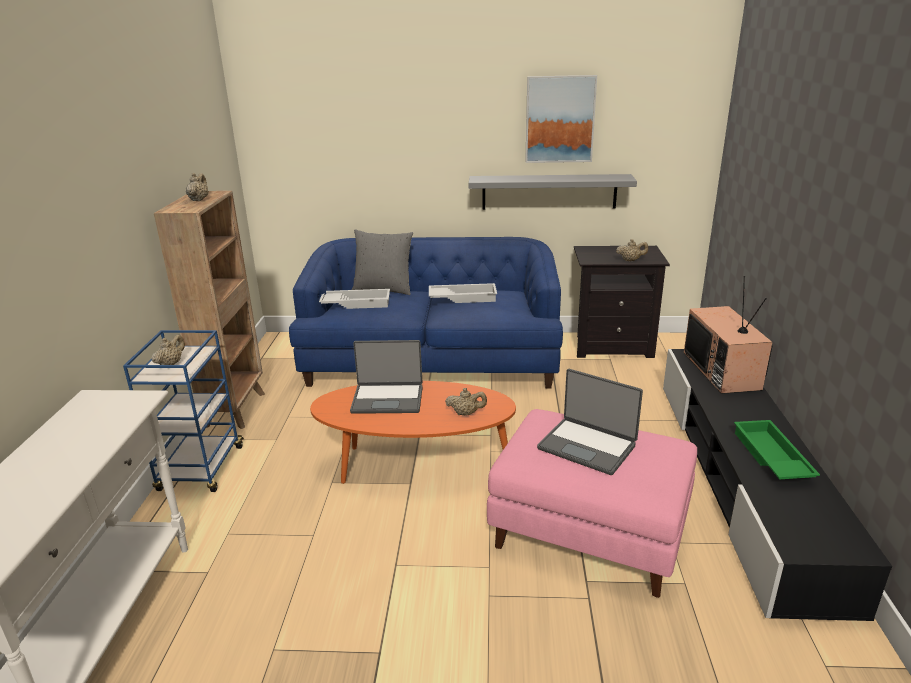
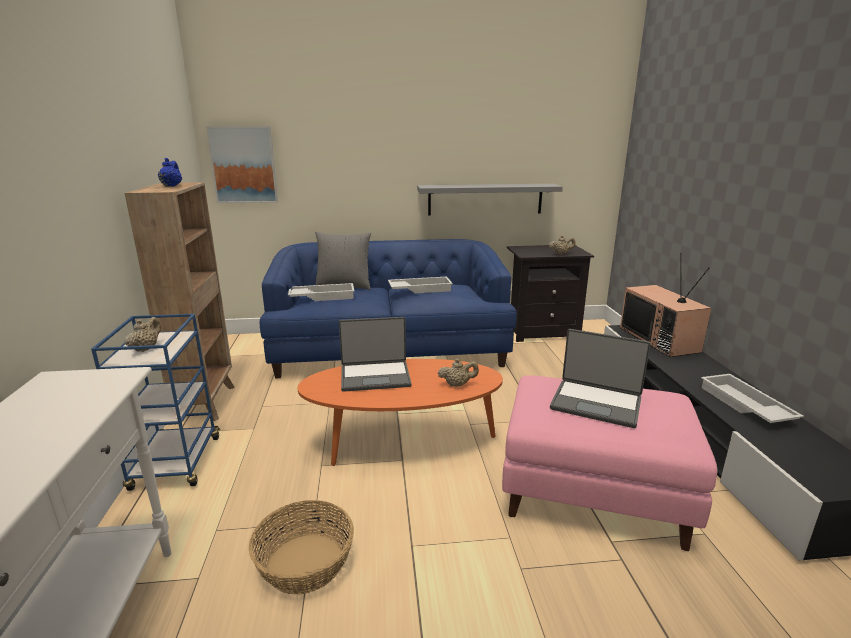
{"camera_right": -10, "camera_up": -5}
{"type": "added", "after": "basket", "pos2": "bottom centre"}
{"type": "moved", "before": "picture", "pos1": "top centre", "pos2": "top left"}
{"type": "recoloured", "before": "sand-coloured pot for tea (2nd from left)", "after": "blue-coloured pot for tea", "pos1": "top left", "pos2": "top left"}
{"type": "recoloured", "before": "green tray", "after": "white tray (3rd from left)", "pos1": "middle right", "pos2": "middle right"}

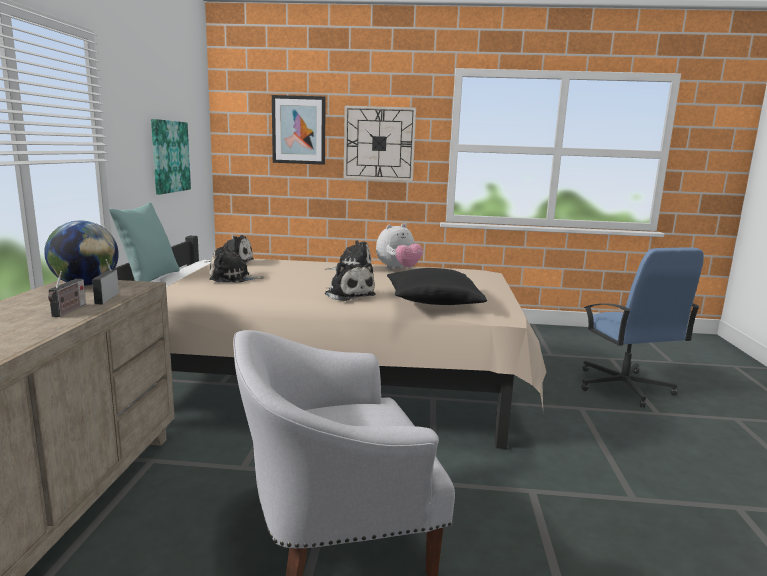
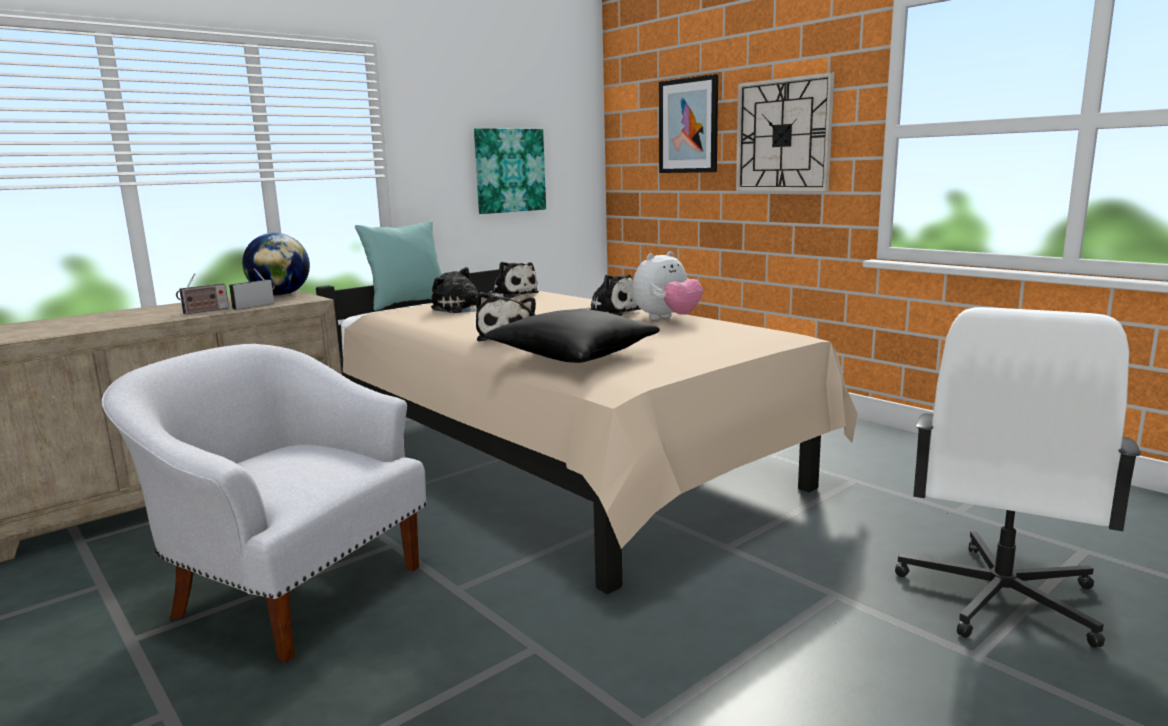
{"camera_right": 45, "camera_up": 0}
{"type": "recoloured", "before": "blue-coloured computer chair", "after": "white computer chair", "pos1": "middle right", "pos2": "middle right"}
{"type": "turned", "before": "soft toy (5th from left)", "pos1": "centre", "pos2": "centre", "turn": -45}

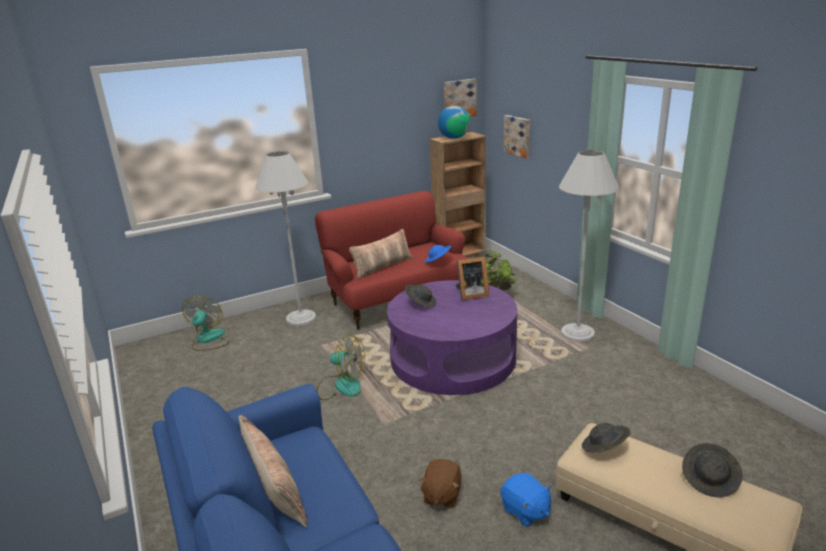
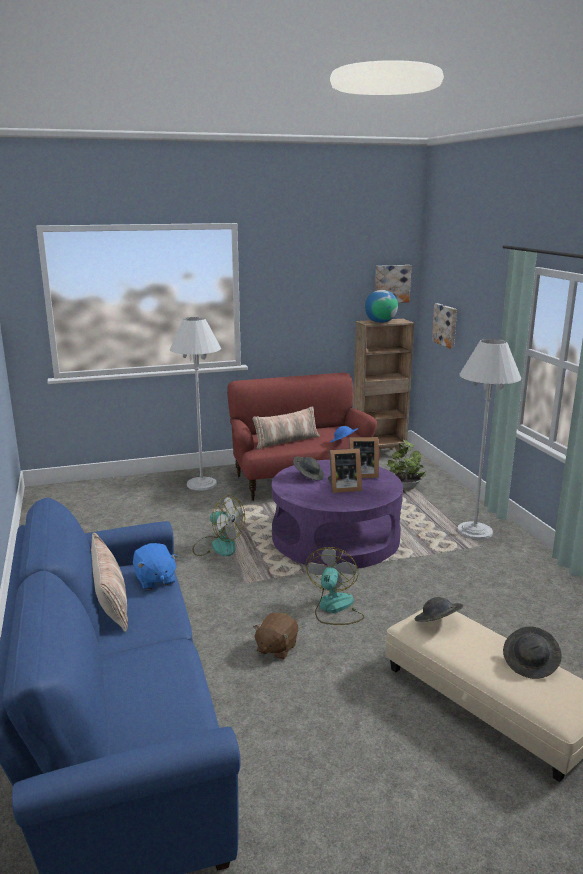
{"camera_right": 10, "camera_up": -5}
{"type": "added", "after": "picture frame (1st from left)", "pos2": "centre"}
{"type": "moved", "before": "electric fan (1st from left in the first image)", "after": "electric fan (2nd from left)", "pos1": "middle left", "pos2": "bottom centre"}
{"type": "moved", "before": "blue-coloured soft toy", "pos1": "bottom centre", "pos2": "middle left"}

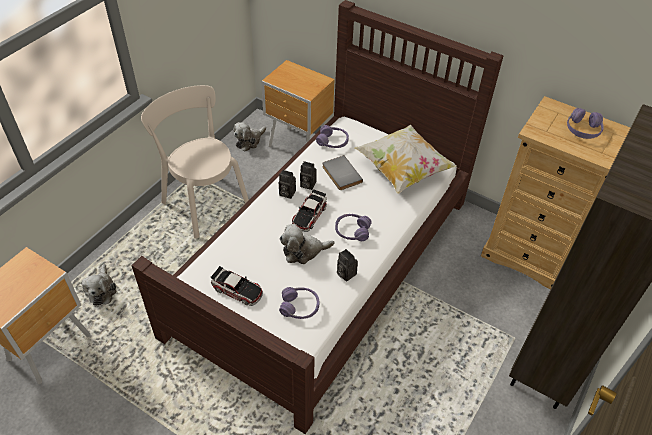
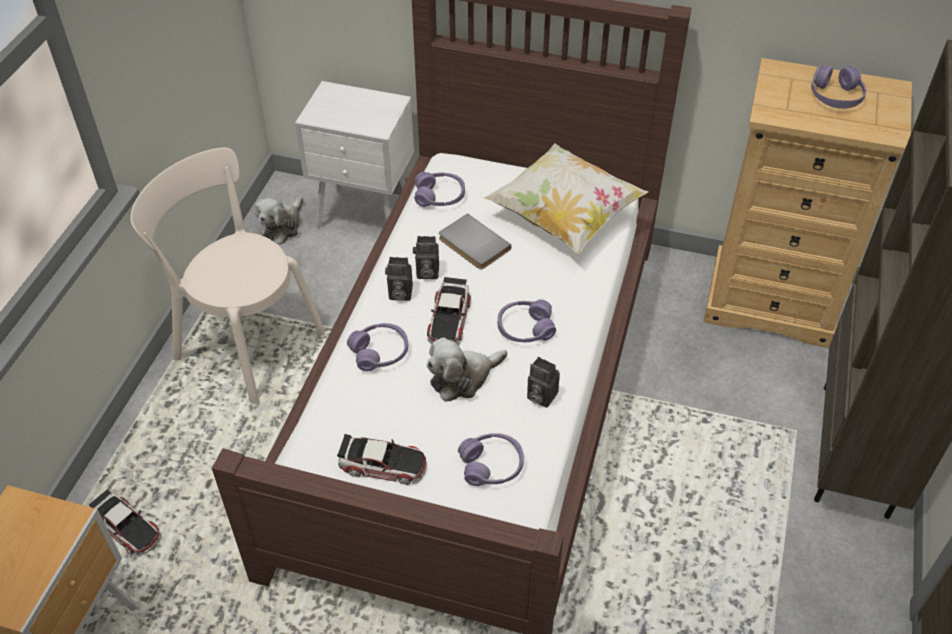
{"camera_right": -15, "camera_up": 0}
{"type": "added", "after": "purple-coloured headset (1st from left)", "pos2": "centre"}
{"type": "replaced", "before": "soft toy (1st from left)", "after": "miniature car (1st from left)", "pos1": "middle left", "pos2": "bottom left"}
{"type": "recoloured", "before": "brownish night table (2nd from left)", "after": "white night table", "pos1": "top centre", "pos2": "top centre"}

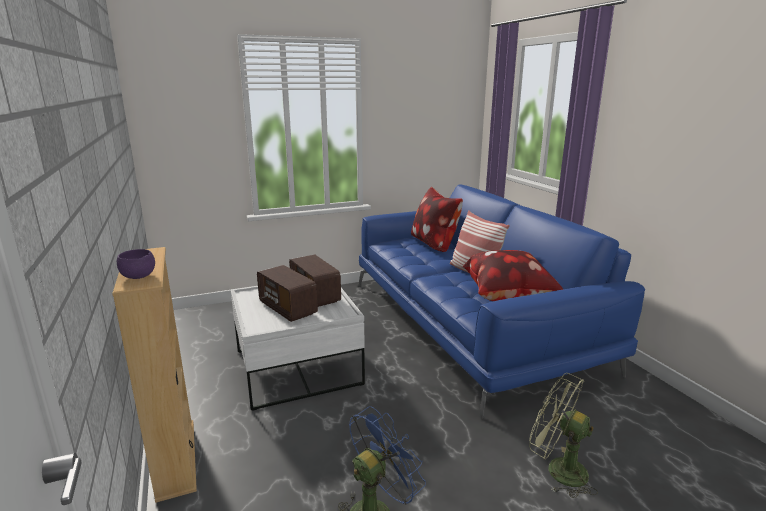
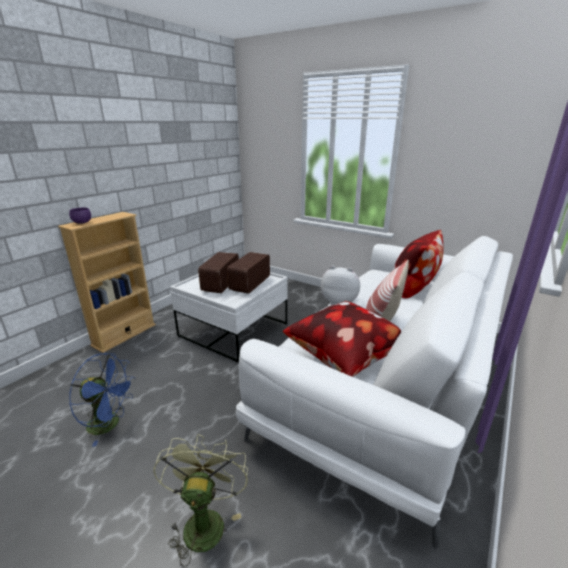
{"camera_right": 55, "camera_up": 5}
{"type": "added", "after": "soft toy", "pos2": "centre"}
{"type": "recoloured", "before": "blue-coloured couch", "after": "white couch", "pos1": "centre", "pos2": "bottom centre"}

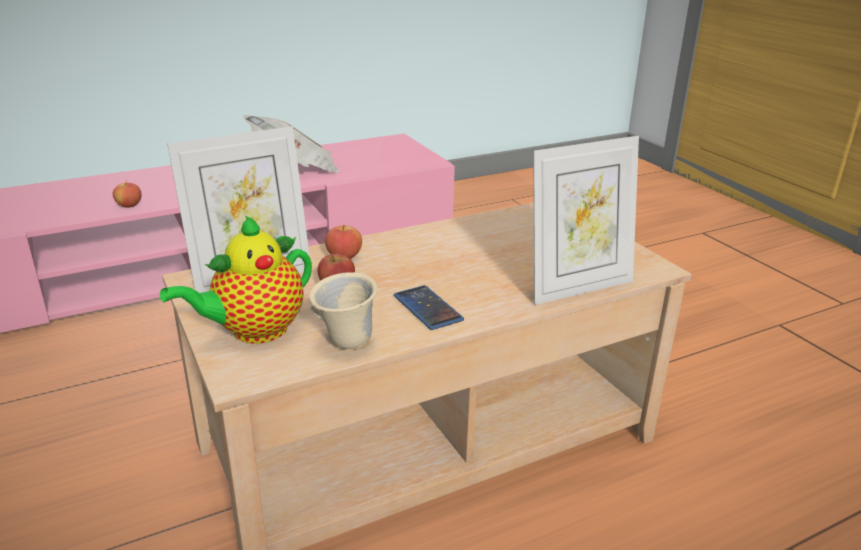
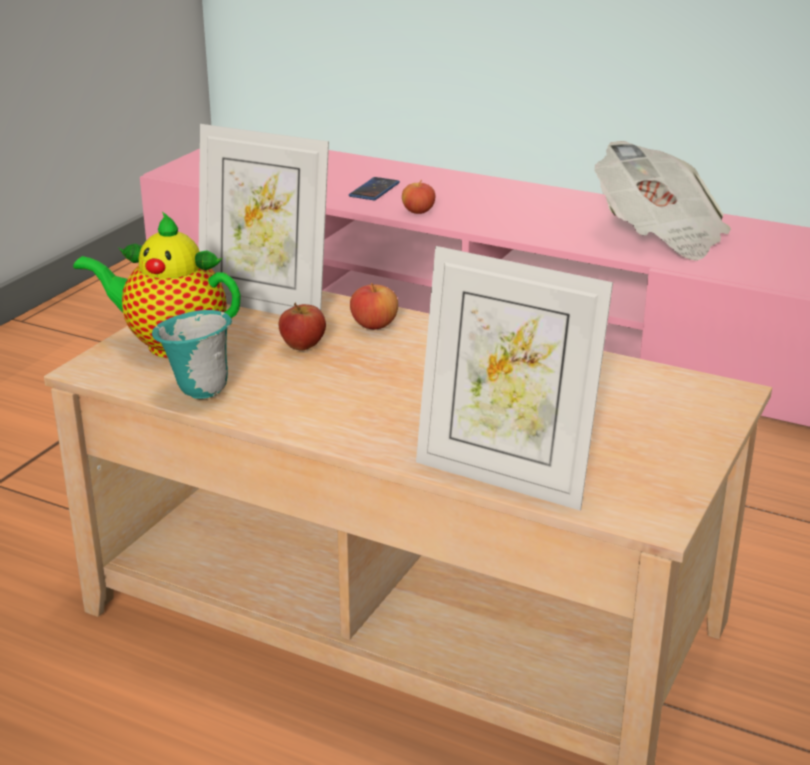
{"camera_right": 55, "camera_up": 0}
{"type": "moved", "before": "handset", "pos1": "centre", "pos2": "top centre"}
{"type": "recoloured", "before": "sand-coloured coffee mug", "after": "turquoise coffee mug", "pos1": "centre", "pos2": "middle left"}

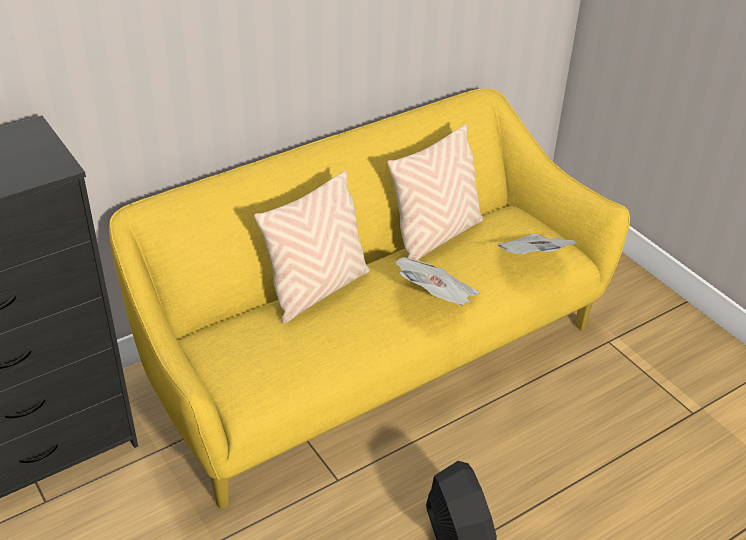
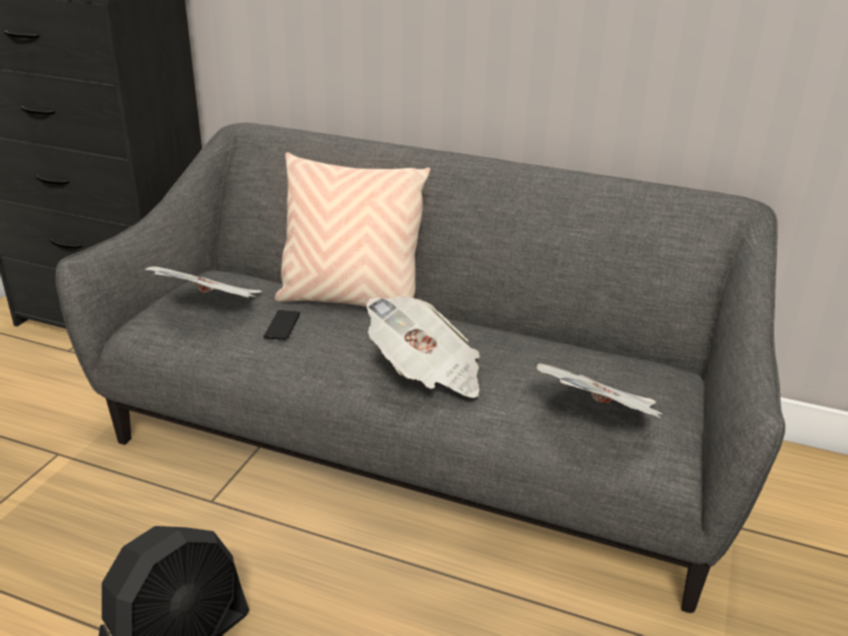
{"camera_right": 55, "camera_up": -10}
{"type": "removed", "before": "sand-coloured throw pillow (2nd from left)", "pos1": "centre"}
{"type": "added", "after": "printed paper (1st from left)", "pos2": "middle left"}
{"type": "added", "after": "handset", "pos2": "middle left"}
{"type": "recoloured", "before": "yellow-coloured couch", "after": "greyish couch", "pos1": "centre", "pos2": "centre"}

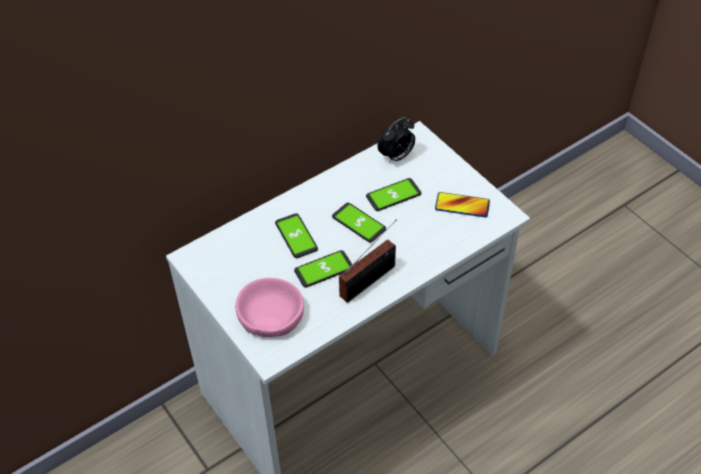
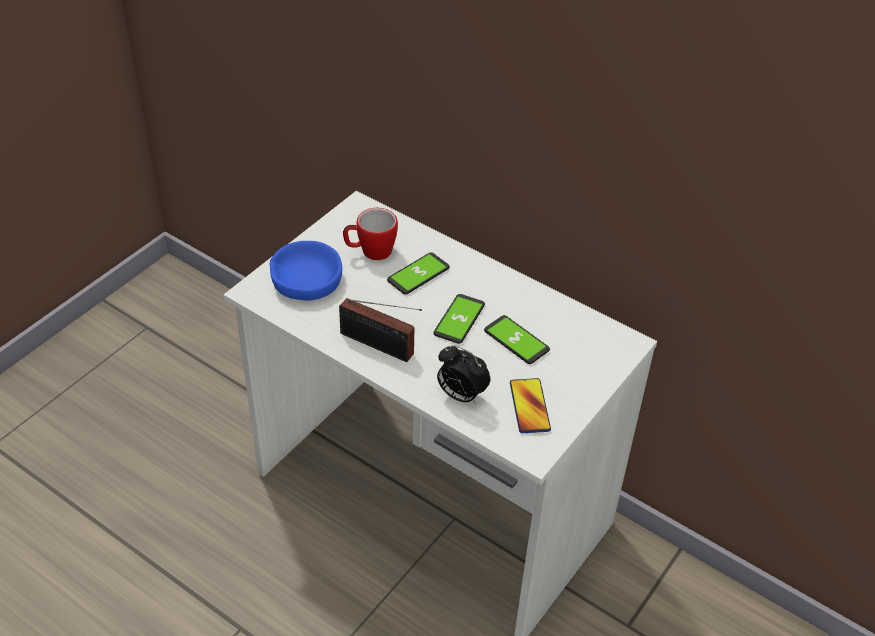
{"camera_right": 70, "camera_up": -5}
{"type": "removed", "before": "handset (2nd from left)", "pos1": "centre"}
{"type": "added", "after": "coffee mug", "pos2": "centre"}
{"type": "moved", "before": "table clock", "pos1": "top centre", "pos2": "centre"}
{"type": "recoloured", "before": "pinkish serving bowl", "after": "blue-coloured serving bowl", "pos1": "centre", "pos2": "centre"}

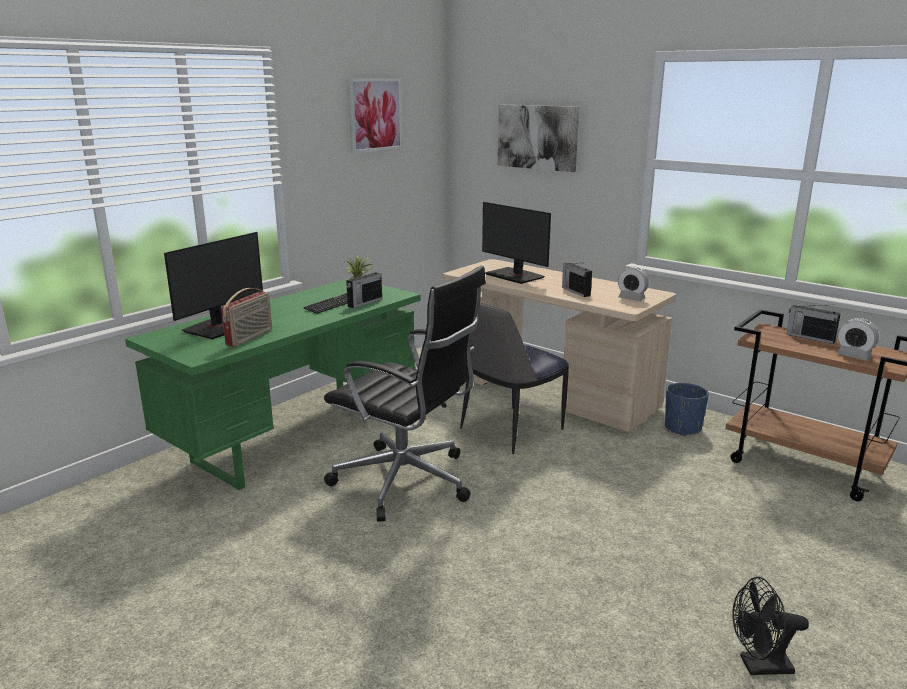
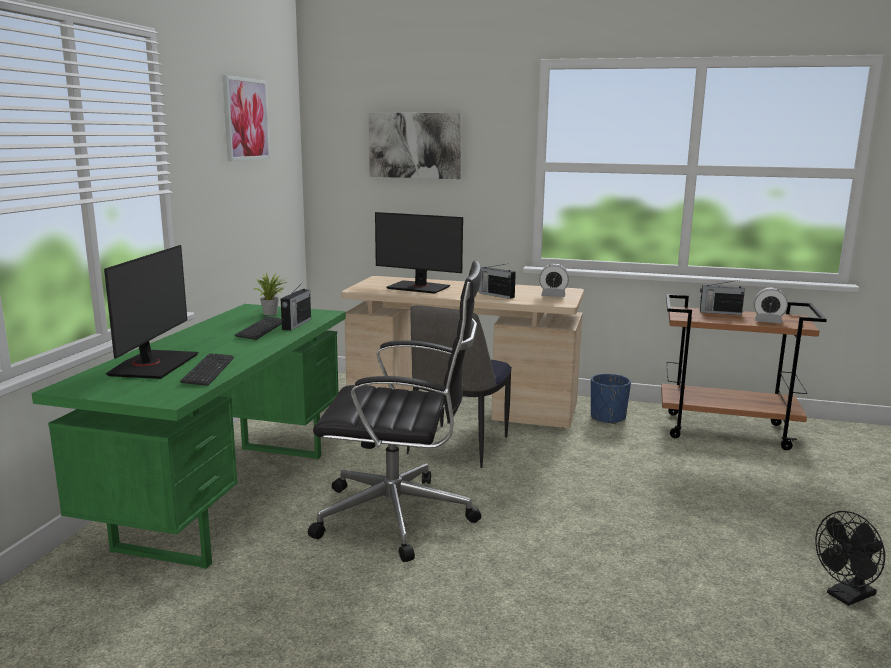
{"camera_right": -25, "camera_up": -5}
{"type": "replaced", "before": "radio set (1st from left)", "after": "computer keyboard (1st from left)", "pos1": "middle left", "pos2": "middle left"}

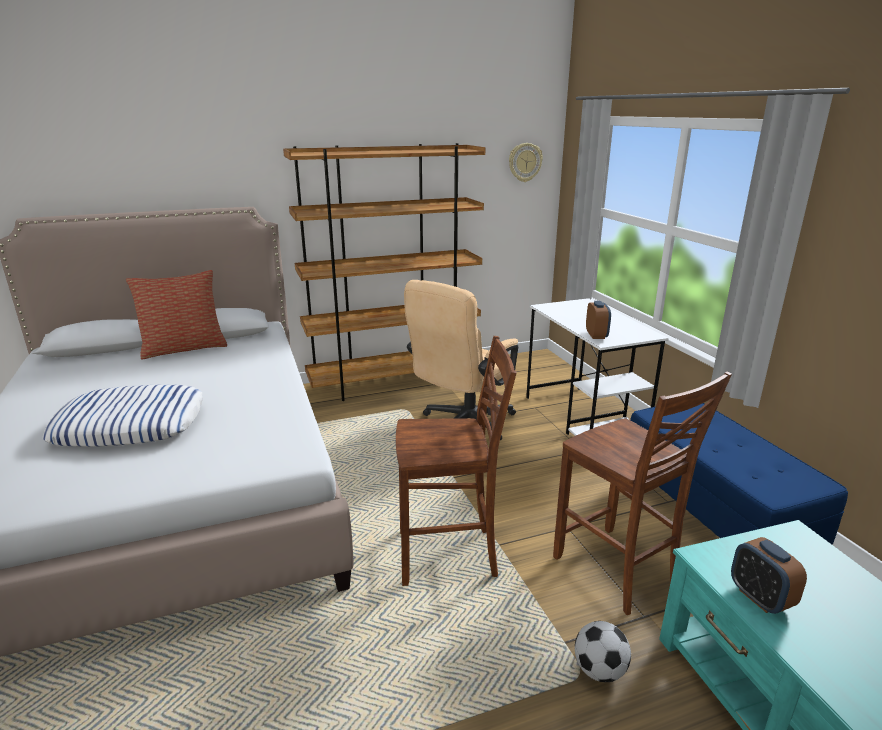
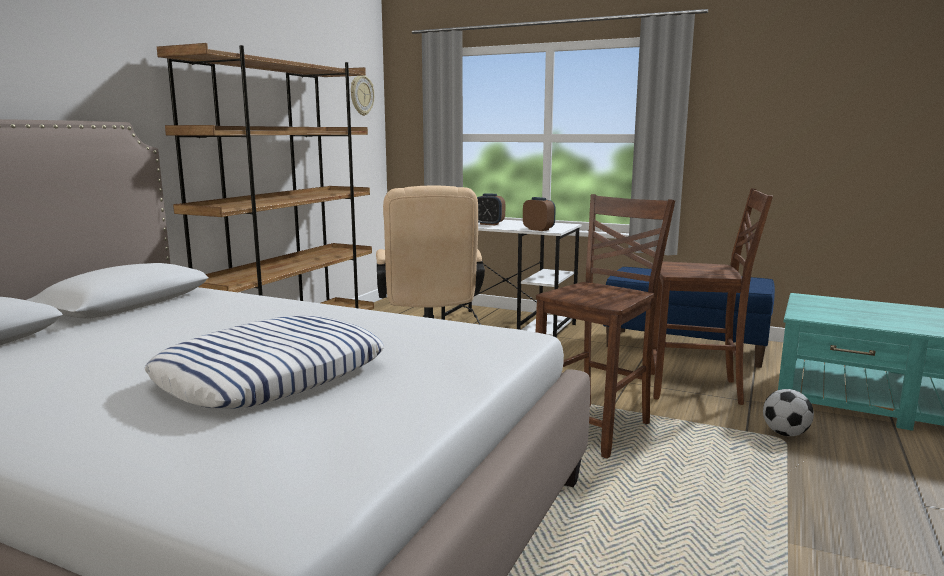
{"camera_right": -45, "camera_up": -10}
{"type": "removed", "before": "throw pillow (2nd from left)", "pos1": "middle left"}
{"type": "moved", "before": "table clock (2nd from left in the first image)", "after": "table clock (1st from left)", "pos1": "bottom right", "pos2": "centre"}

